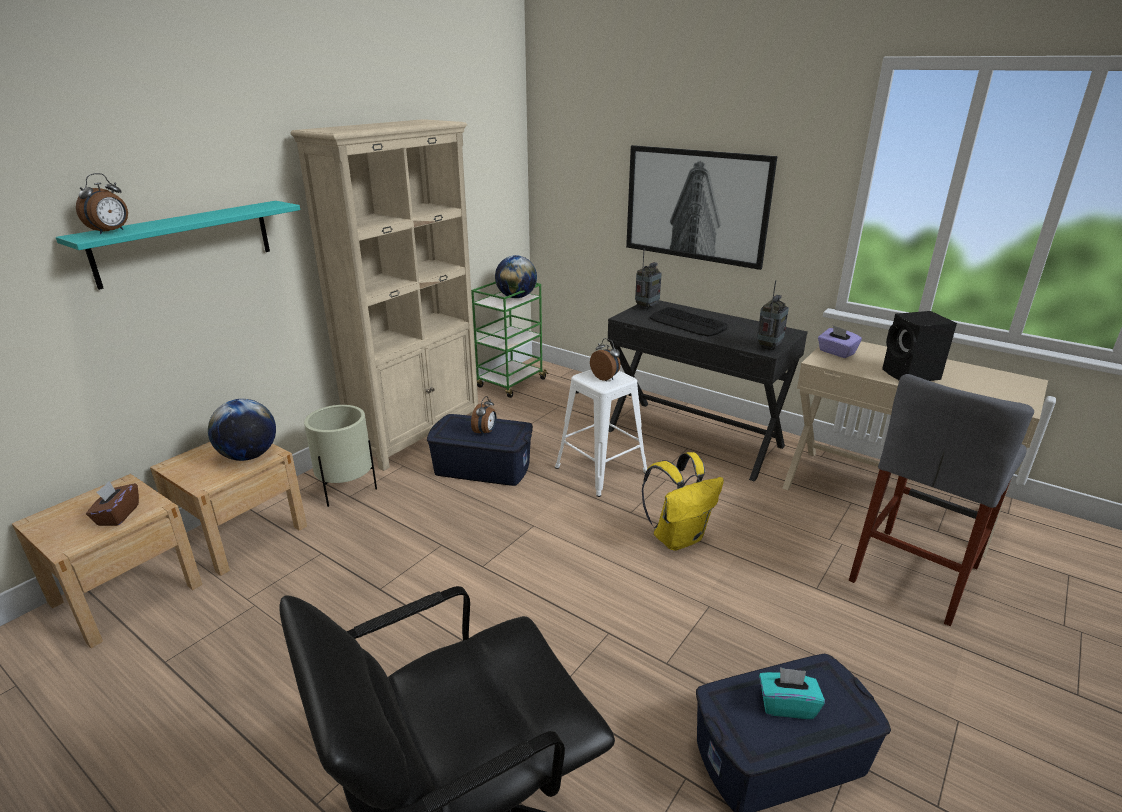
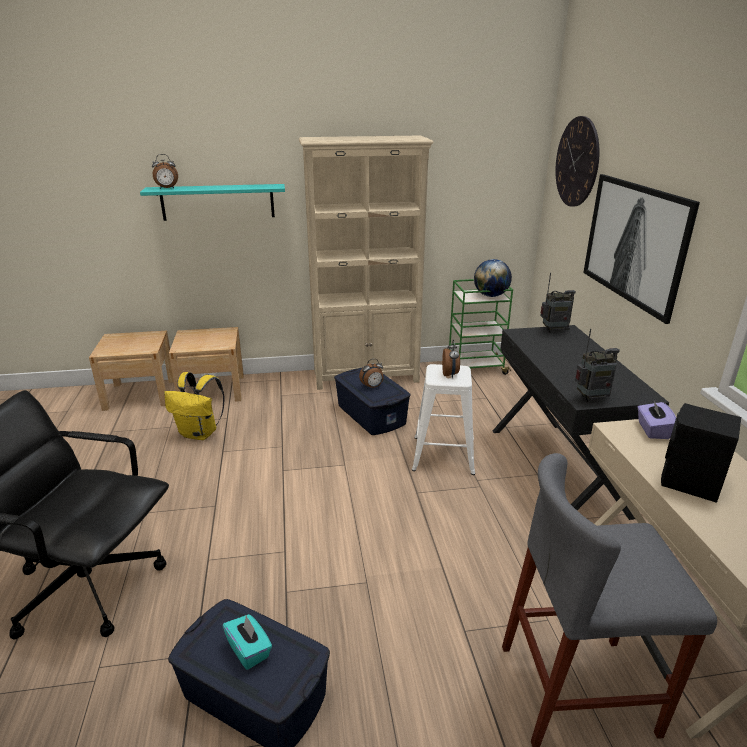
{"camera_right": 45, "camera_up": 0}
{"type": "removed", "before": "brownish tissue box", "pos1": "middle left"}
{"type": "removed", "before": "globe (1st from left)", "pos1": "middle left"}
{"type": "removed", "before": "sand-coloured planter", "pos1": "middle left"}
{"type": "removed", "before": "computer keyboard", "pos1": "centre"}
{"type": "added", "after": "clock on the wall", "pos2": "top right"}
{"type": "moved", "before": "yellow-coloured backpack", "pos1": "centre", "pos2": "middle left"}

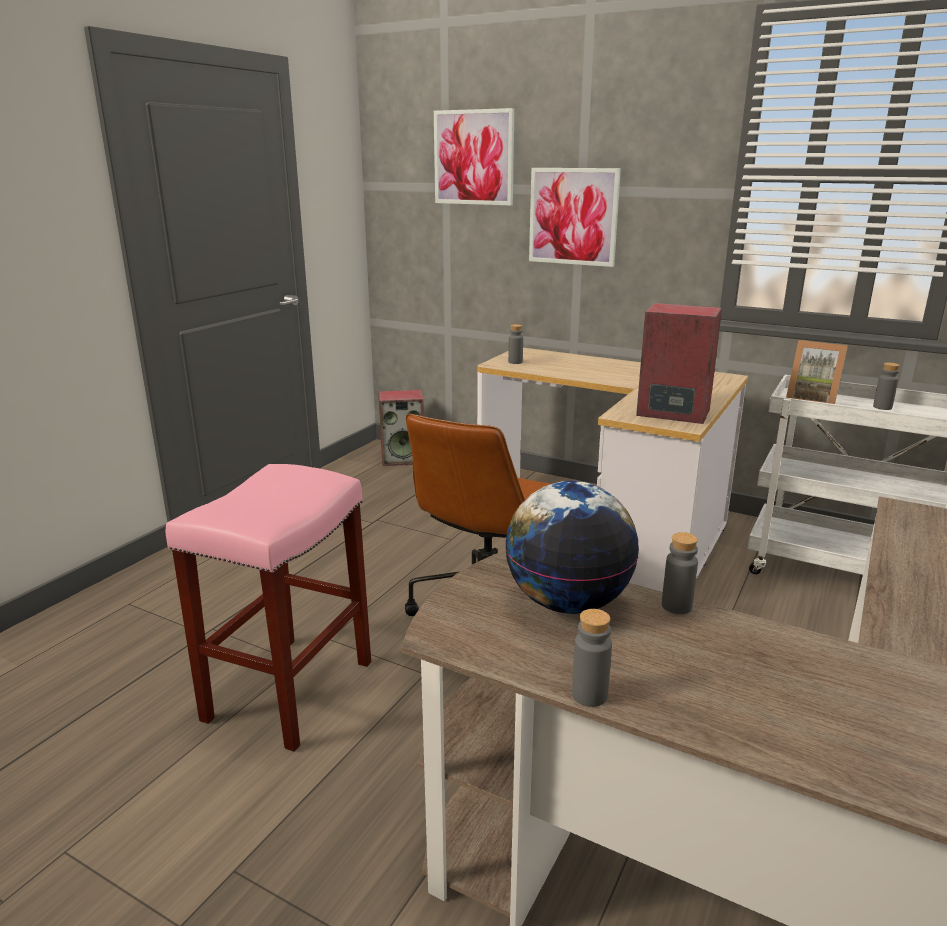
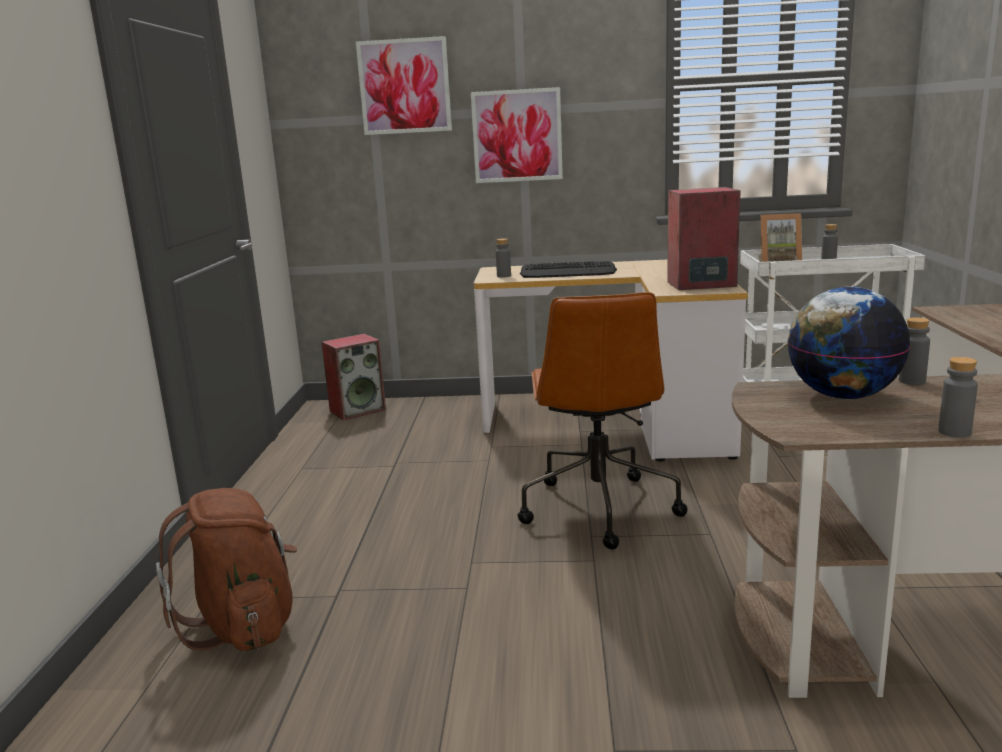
{"camera_right": -25, "camera_up": -5}
{"type": "removed", "before": "pinkish stool seat", "pos1": "middle left"}
{"type": "added", "after": "brownish backpack", "pos2": "bottom left"}
{"type": "added", "after": "computer keyboard", "pos2": "centre"}

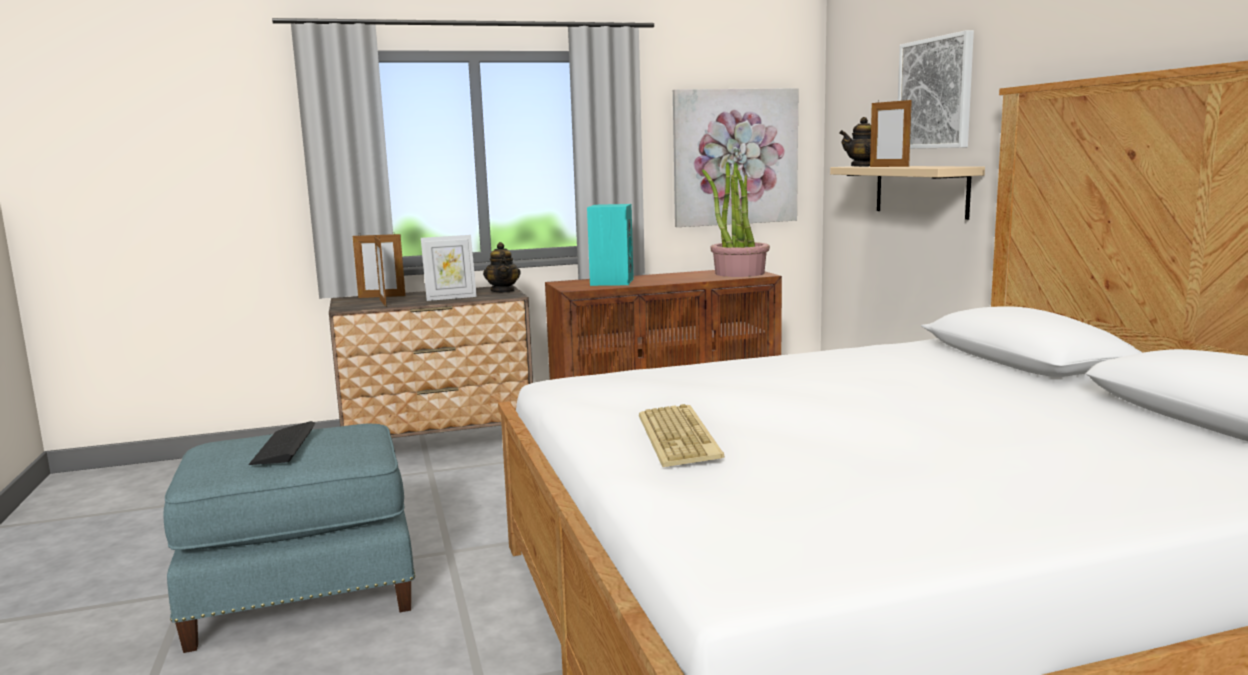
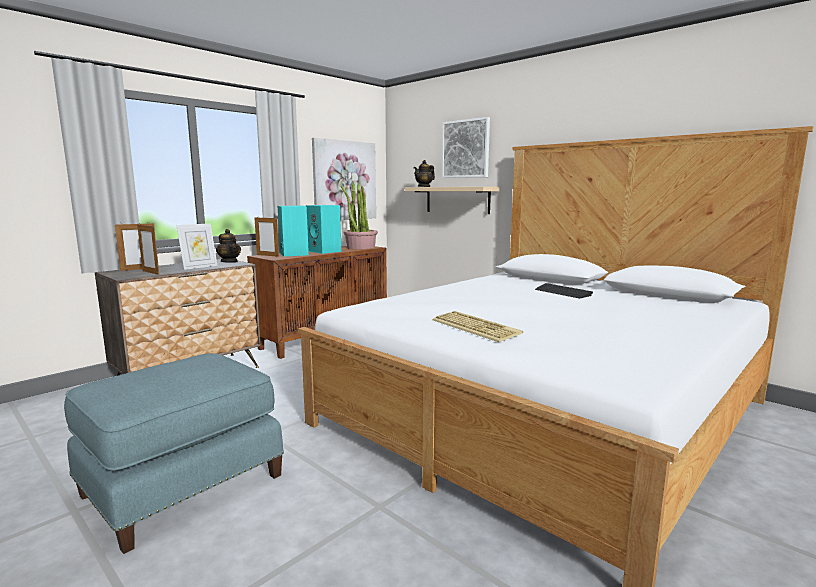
{"camera_right": -30, "camera_up": 0}
{"type": "added", "after": "turquoise loudspeaker (2nd from left)", "pos2": "centre"}
{"type": "moved", "before": "computer keyboard (1st from left in the first image)", "after": "computer keyboard (2nd from left)", "pos1": "middle left", "pos2": "middle right"}
{"type": "moved", "before": "picture frame (4th from left)", "pos1": "top right", "pos2": "middle left"}

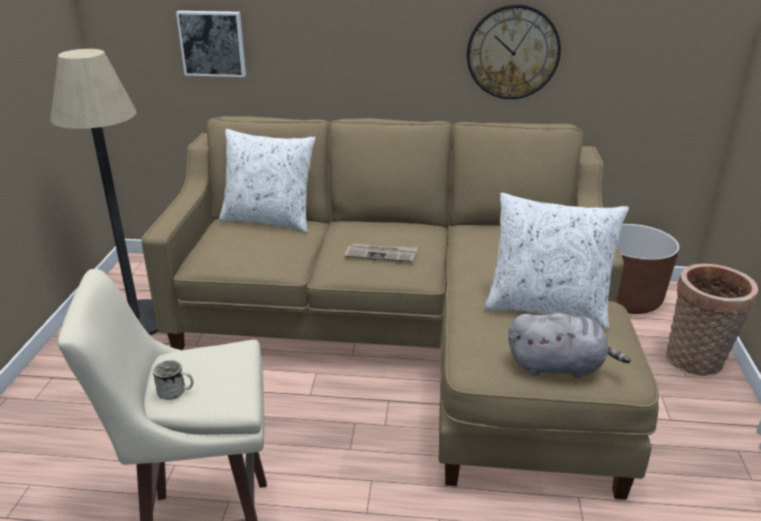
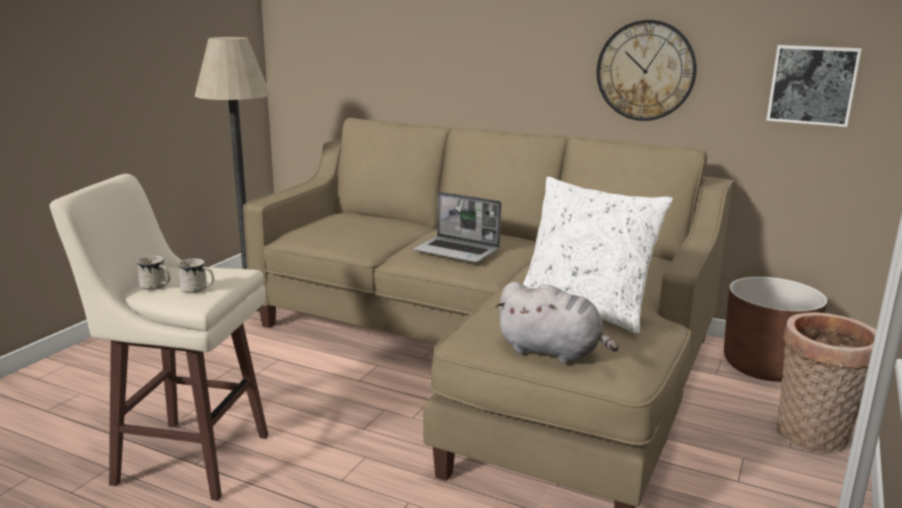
{"camera_right": 20, "camera_up": -10}
{"type": "removed", "before": "white throw pillow (1st from left)", "pos1": "centre"}
{"type": "added", "after": "white coffee mug (2nd from left)", "pos2": "middle left"}
{"type": "moved", "before": "picture", "pos1": "top left", "pos2": "top right"}
{"type": "replaced", "before": "printed paper", "after": "portable computer", "pos1": "centre", "pos2": "centre"}

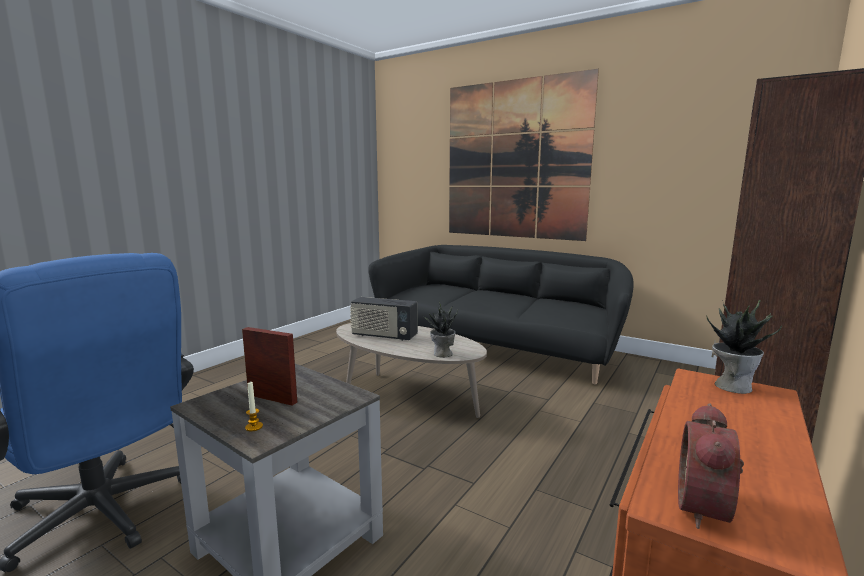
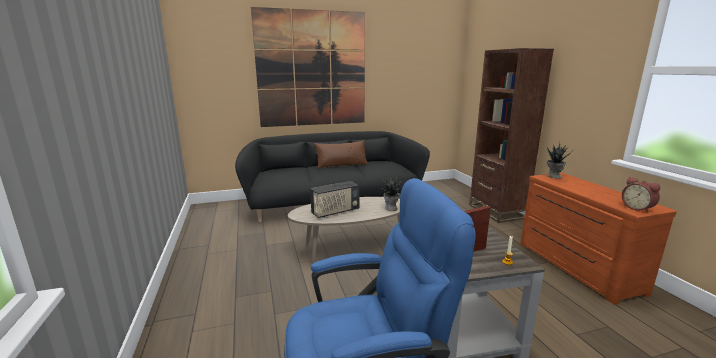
{"camera_right": -50, "camera_up": 5}
{"type": "added", "after": "brownish throw pillow", "pos2": "centre"}

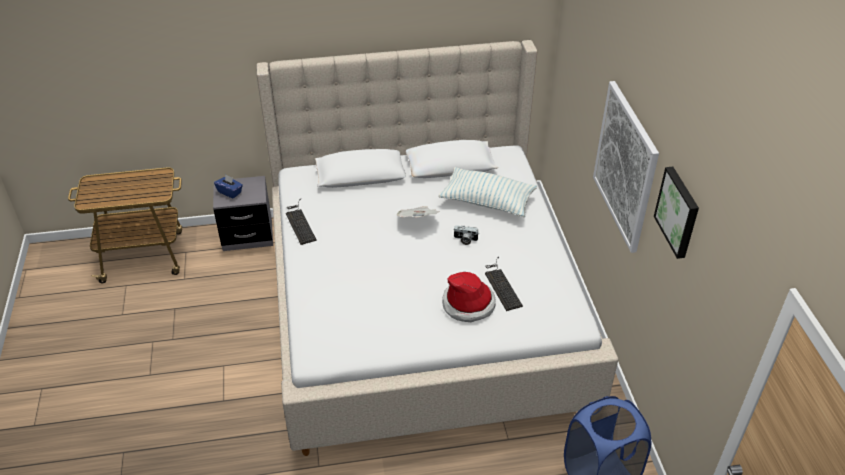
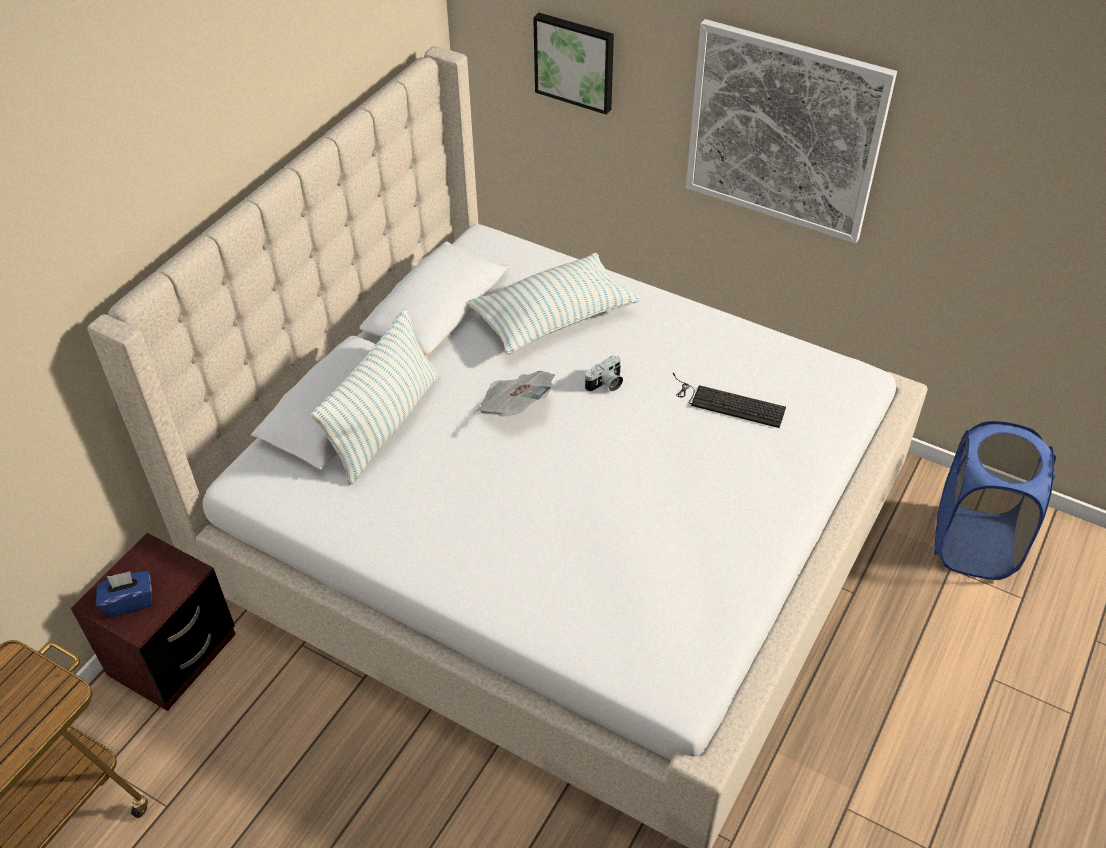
{"camera_right": -50, "camera_up": 5}
{"type": "removed", "before": "computer keyboard (1st from left)", "pos1": "centre"}
{"type": "removed", "before": "clothing hat", "pos1": "centre"}
{"type": "added", "after": "throw pillow (1st from left)", "pos2": "centre"}
{"type": "moved", "before": "picture (2nd from left in the first image)", "after": "picture (1st from left)", "pos1": "middle right", "pos2": "top centre"}
{"type": "recoloured", "before": "greyish night table", "after": "brownish night table", "pos1": "middle left", "pos2": "bottom left"}

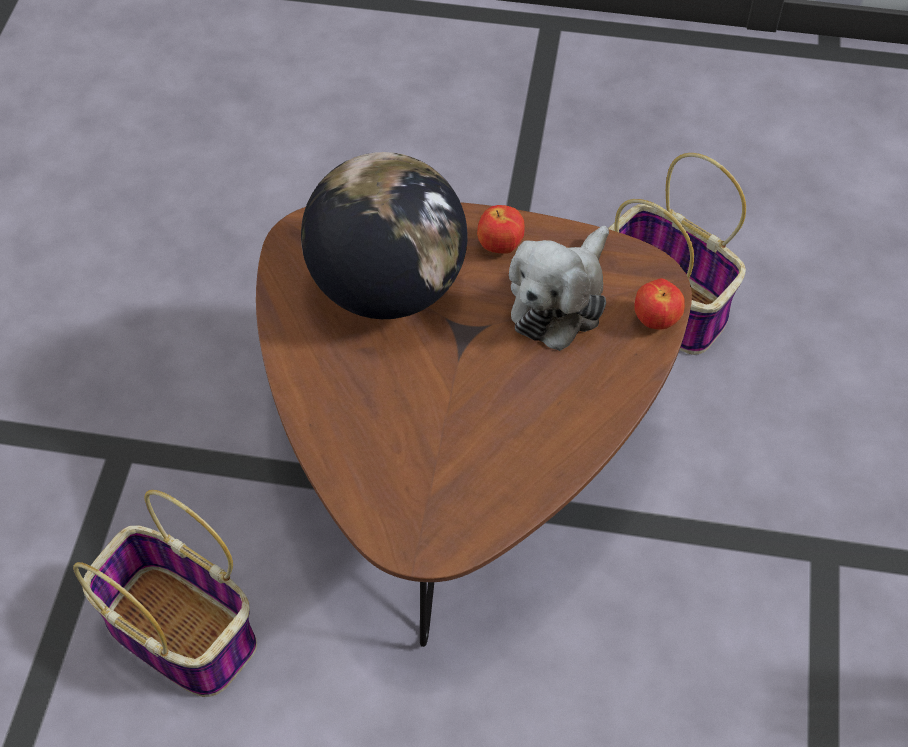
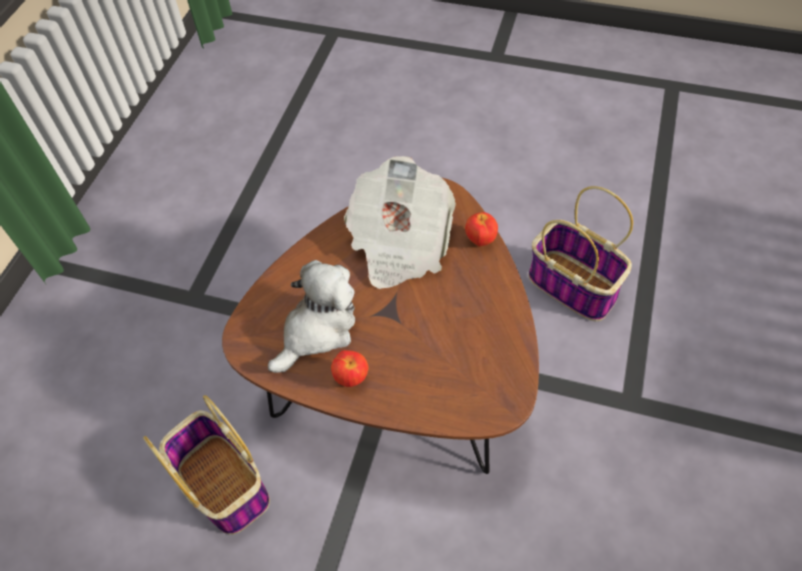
{"camera_right": -170, "camera_up": 0}
{"type": "removed", "before": "globe", "pos1": "top centre"}
{"type": "added", "after": "printed paper", "pos2": "centre"}
{"type": "moved", "before": "whole apple (2nd from left)", "pos1": "middle right", "pos2": "centre"}

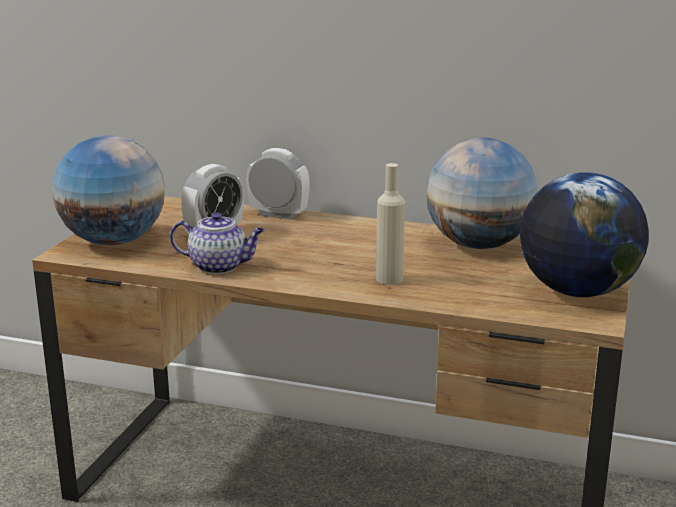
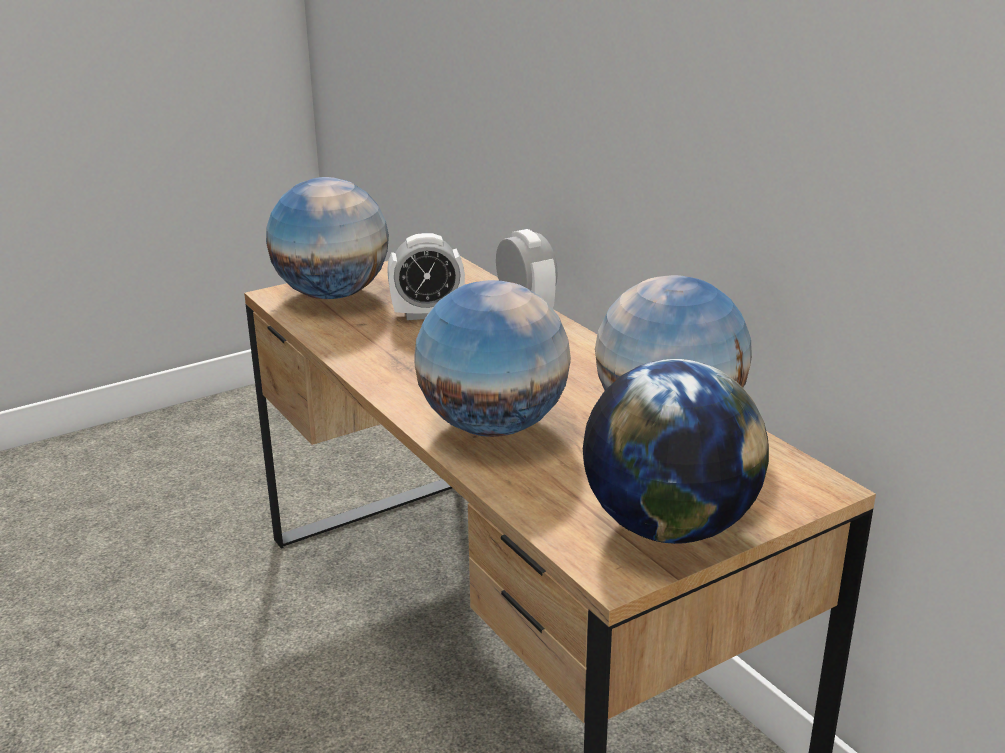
{"camera_right": 40, "camera_up": 5}
{"type": "removed", "before": "pot for tea", "pos1": "middle left"}
{"type": "replaced", "before": "sand-coloured bottle", "after": "globe (2nd from left)", "pos1": "centre", "pos2": "centre"}

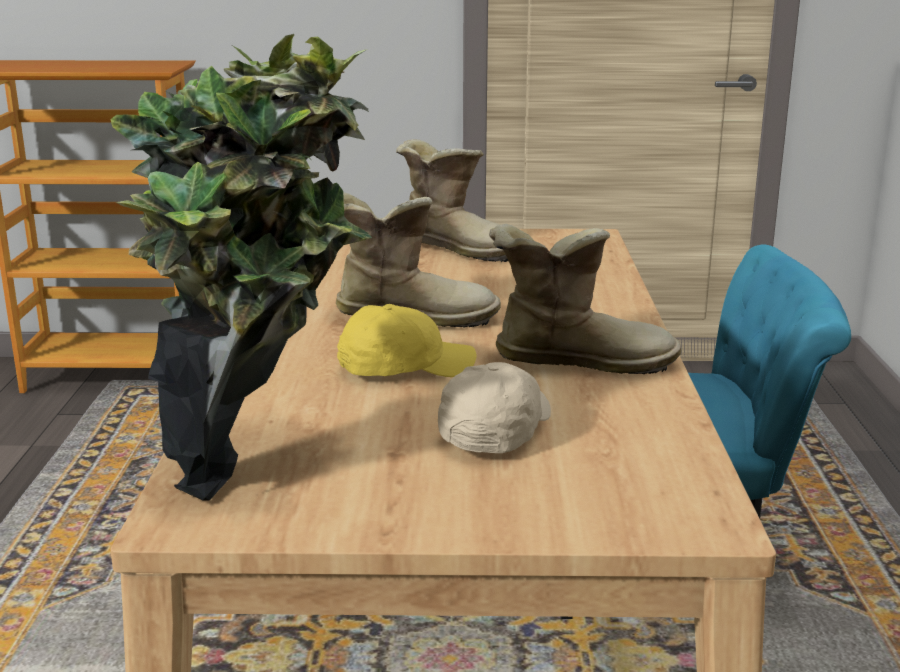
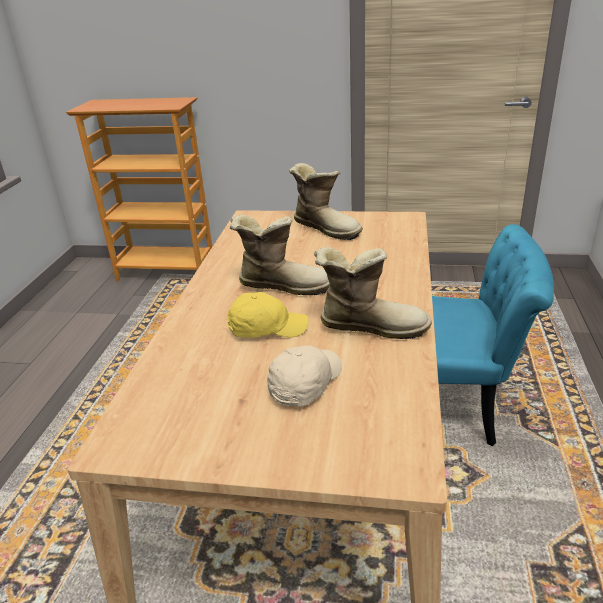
{"camera_right": 10, "camera_up": 10}
{"type": "removed", "before": "houseplant", "pos1": "middle left"}

